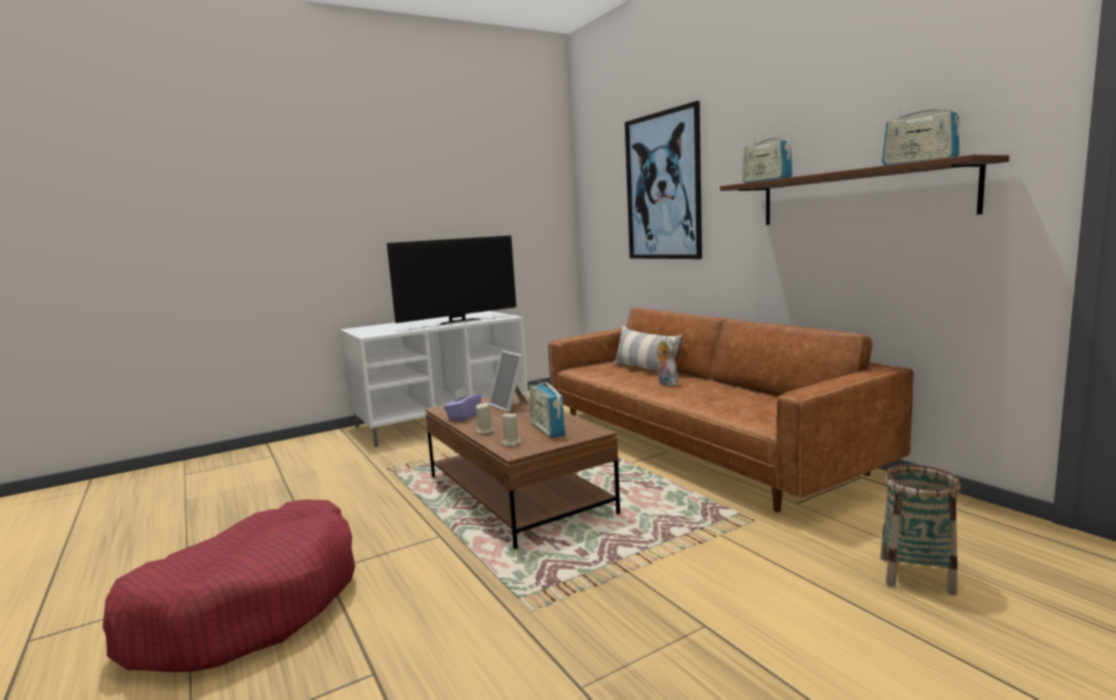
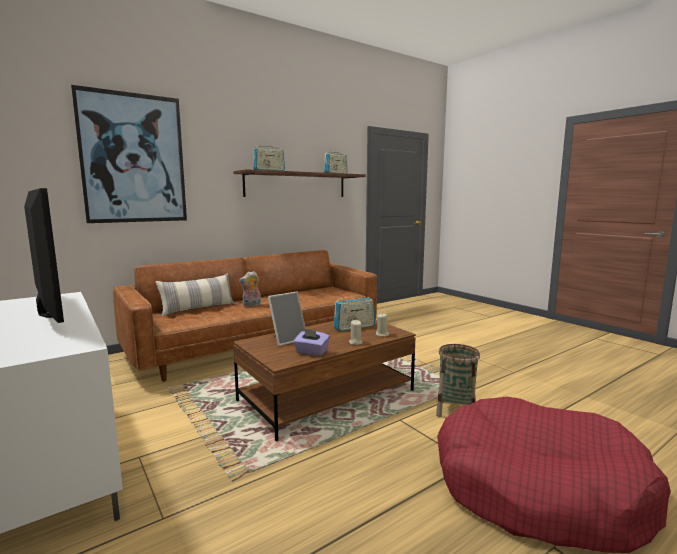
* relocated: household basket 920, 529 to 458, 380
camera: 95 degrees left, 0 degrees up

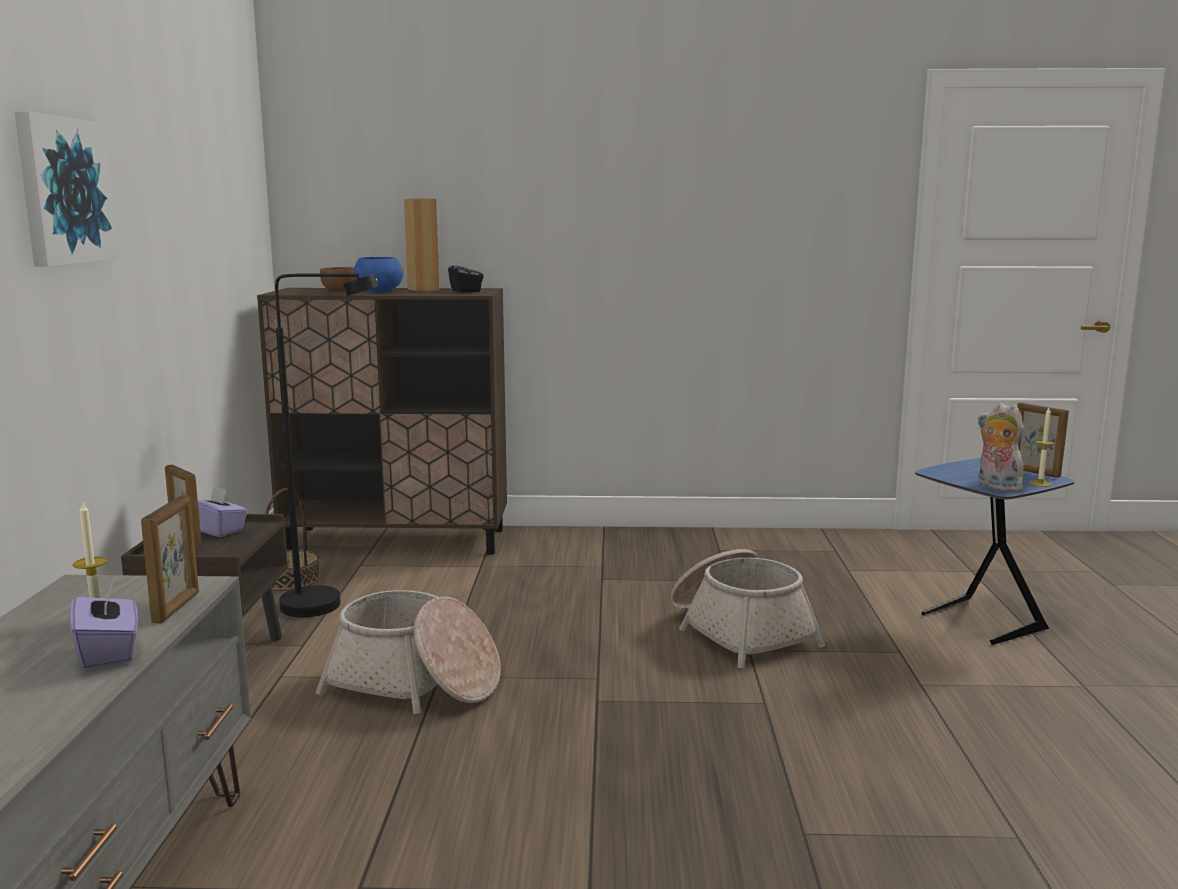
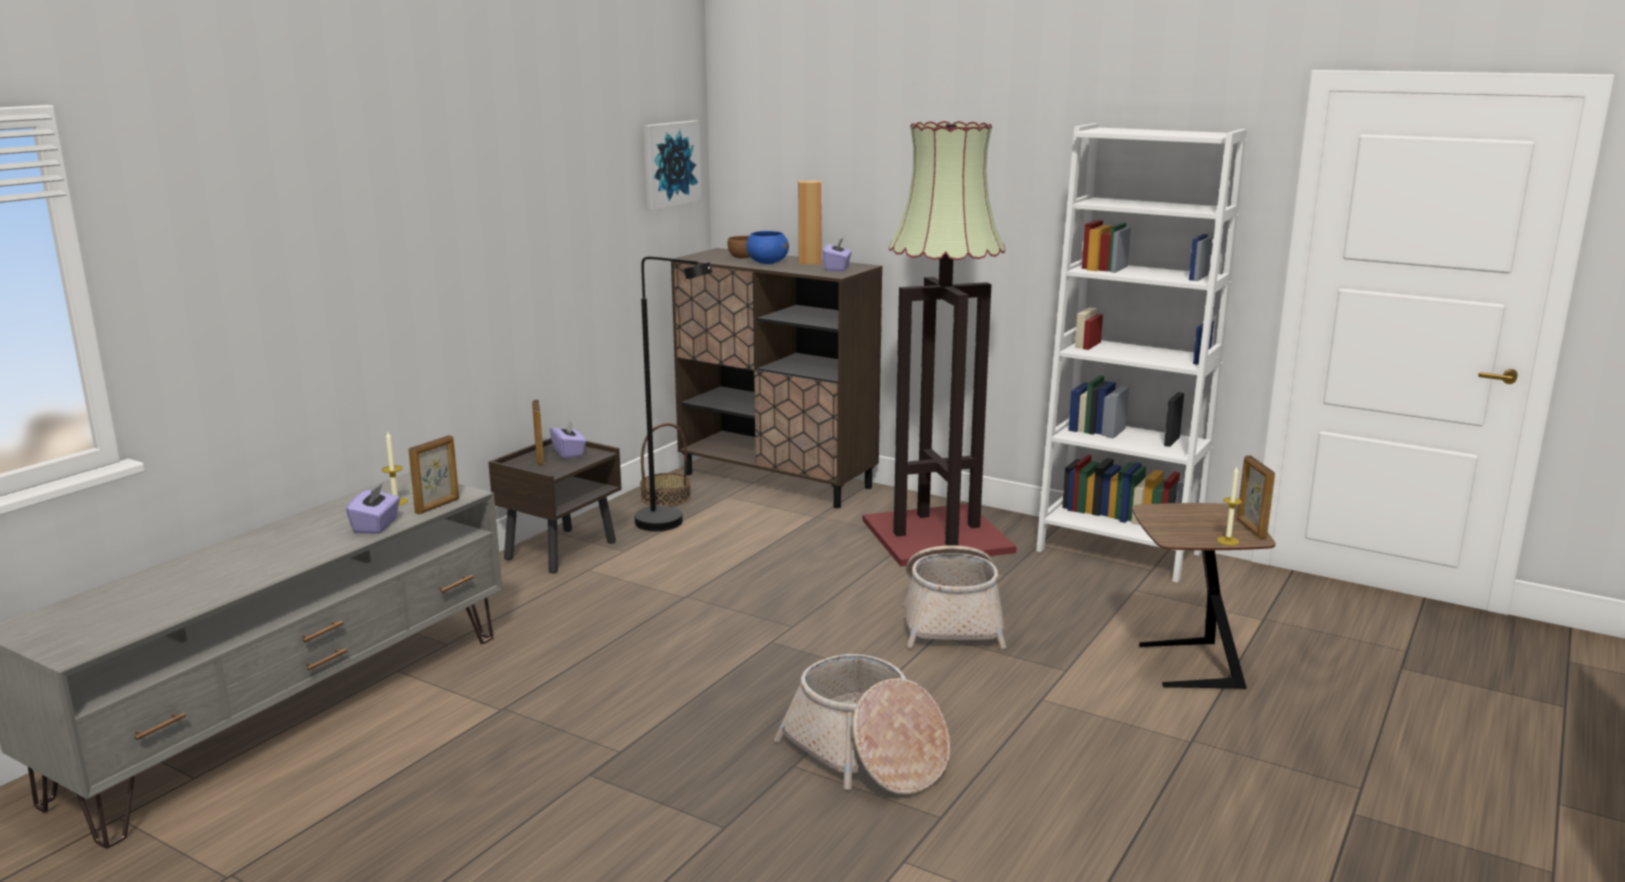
* relocated: wall picture 66, 189 to 673, 165
* relocated: household basket 408, 652 to 862, 724
* colour: box of tissues (black-coloured) 466, 274 to box of tissues (purplish) 837, 254
* colour: side table (blue-coloured) 995, 551 to side table (brown) 1204, 596
* missing: soft toy 1002, 447
* appeared: floor lamp 939, 343
* appeared: shelving unit (white-coloured) 1141, 353
camera: 30 degrees right, 5 degrees up

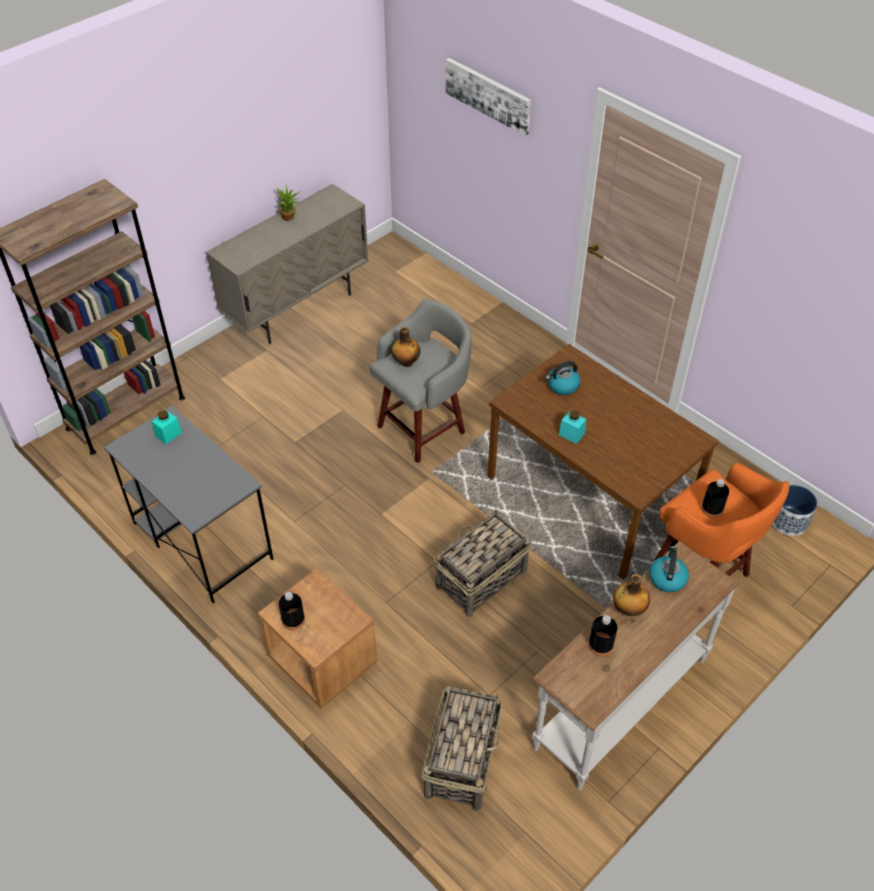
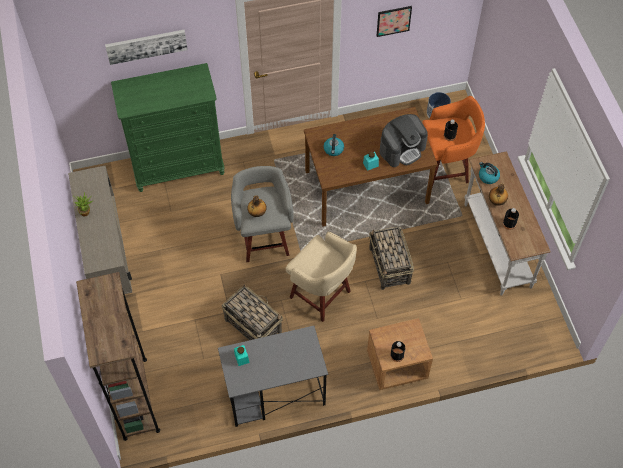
* relocated: household basket 462, 748 to 252, 312
* appeared: drawer chest (green) 168, 127
* appeared: stool (beige-coloured) 321, 277
* appeared: wall picture 394, 21
* appeared: coffee maker 404, 140
camera: 60 degrees left, 10 degrees up

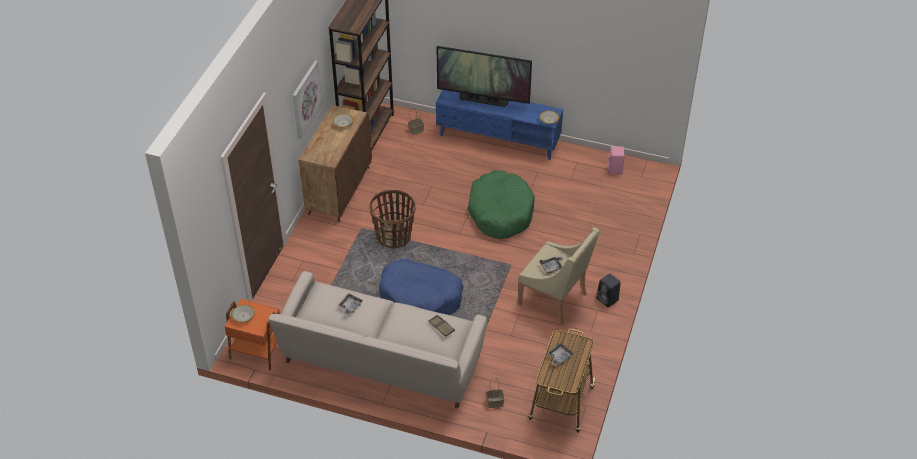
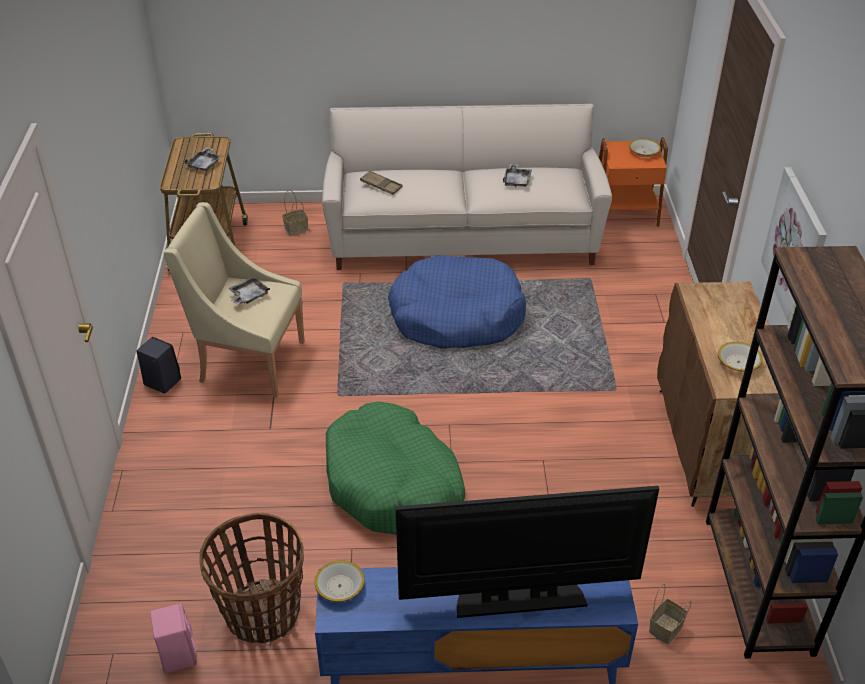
* relocated: household basket 392, 219 to 251, 578
camera: 160 degrees right, 5 degrees down

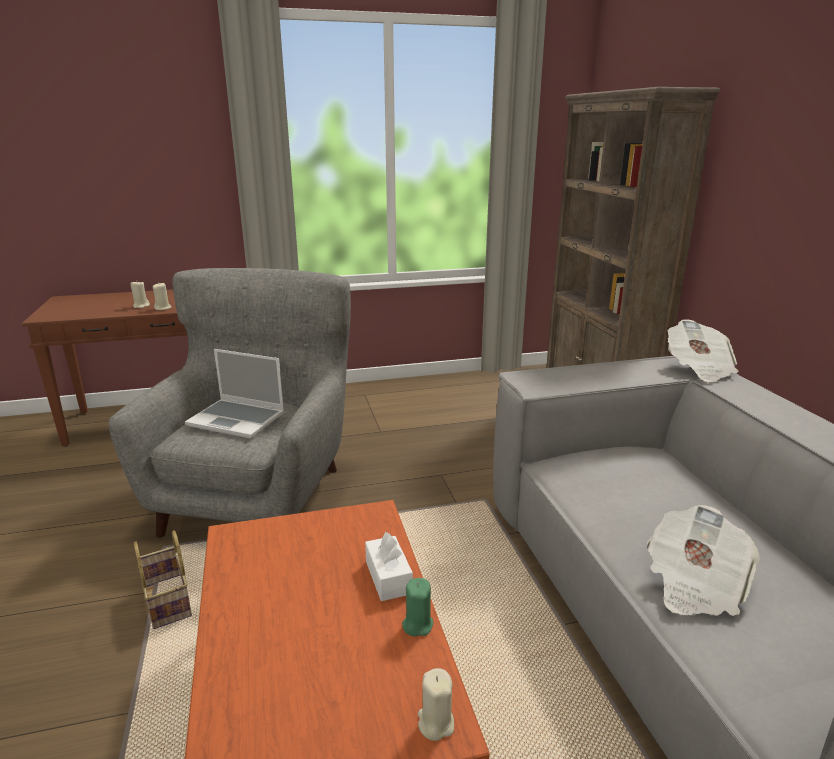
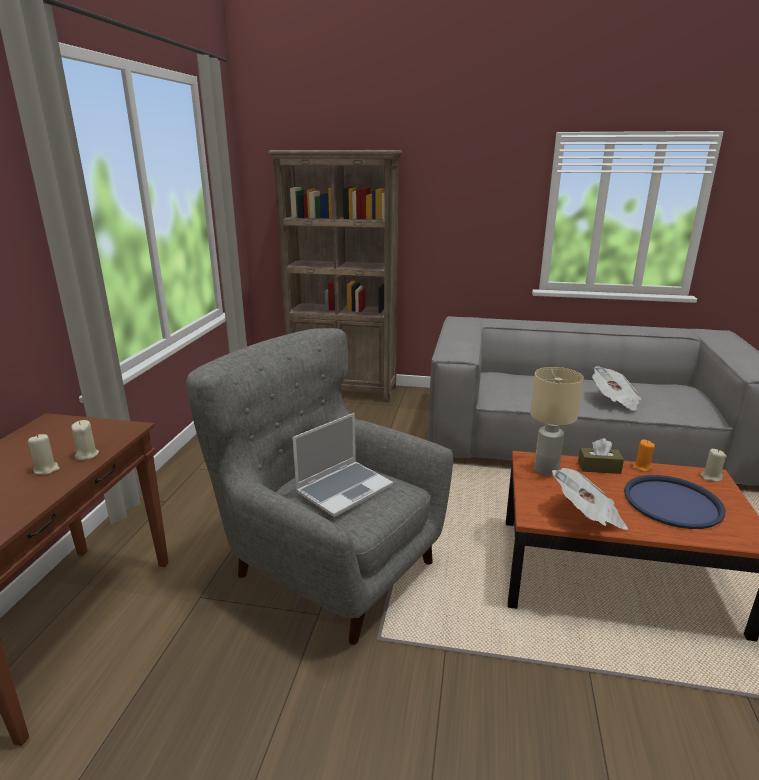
* missing: household basket 163, 579
* colour: box of tissues (white-coloured) 389, 566 to box of tissues (brown) 601, 456
* colour: wax light (green) 417, 607 to wax light (orangey) 643, 455
* relocated: newspaper 703, 350 to 590, 499
* appeared: lamp for a table (beige-coloured) 557, 421
* appeared: tray (blue-coloured) 675, 502
camera: 65 degrees left, 0 degrees up

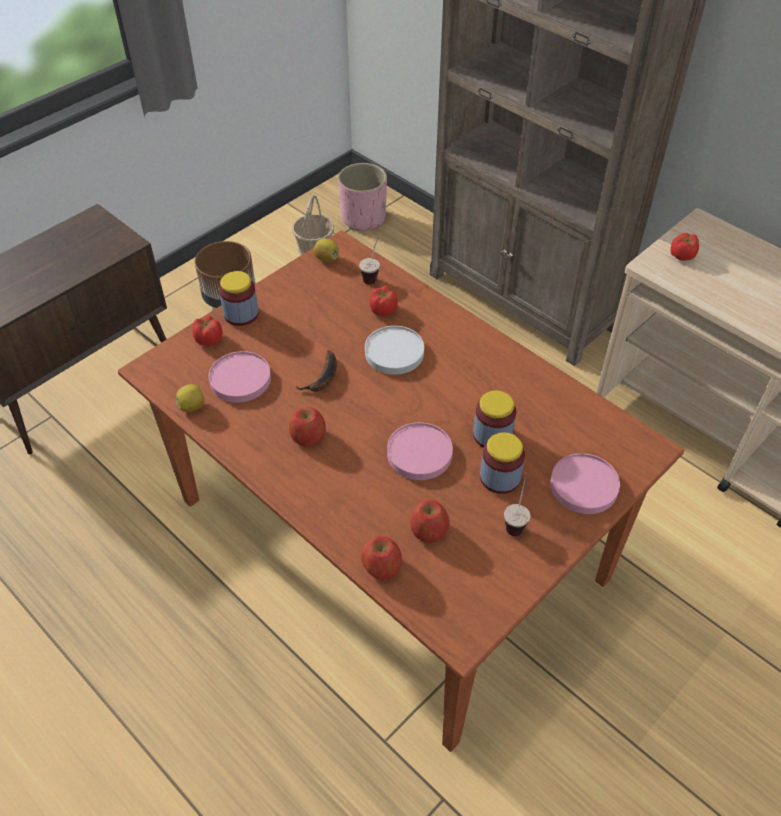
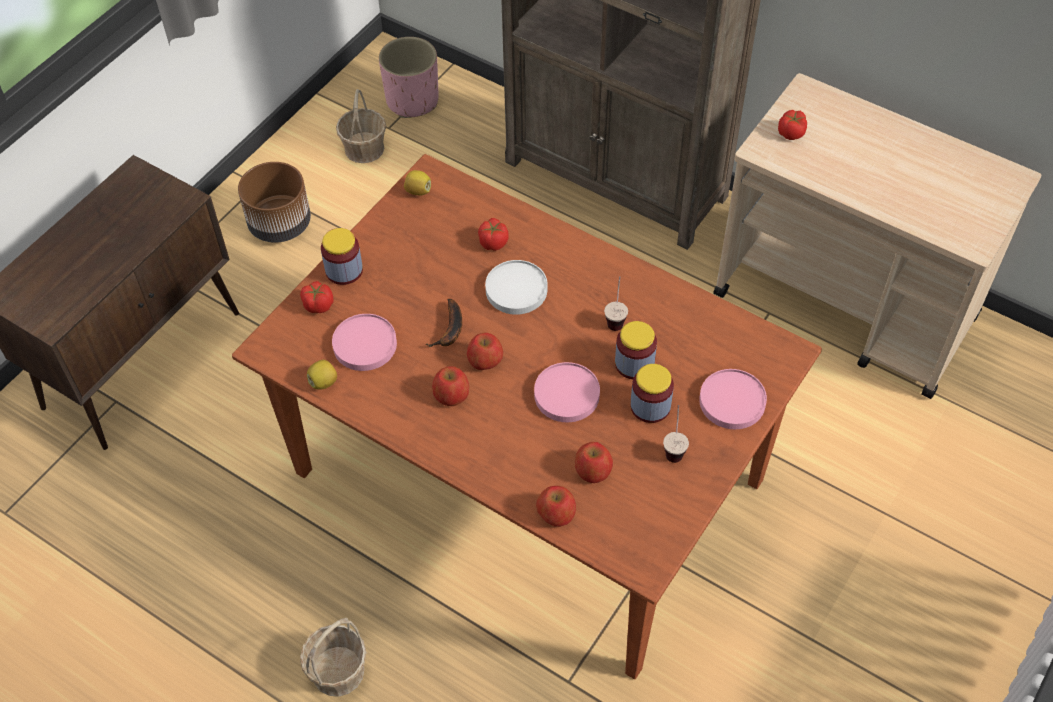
* relocated: small cup 369, 260 to 616, 303
* appeared: household basket 333, 657
* appeared: apple fruit 485, 351
camera: 10 degrees left, 5 degrees up

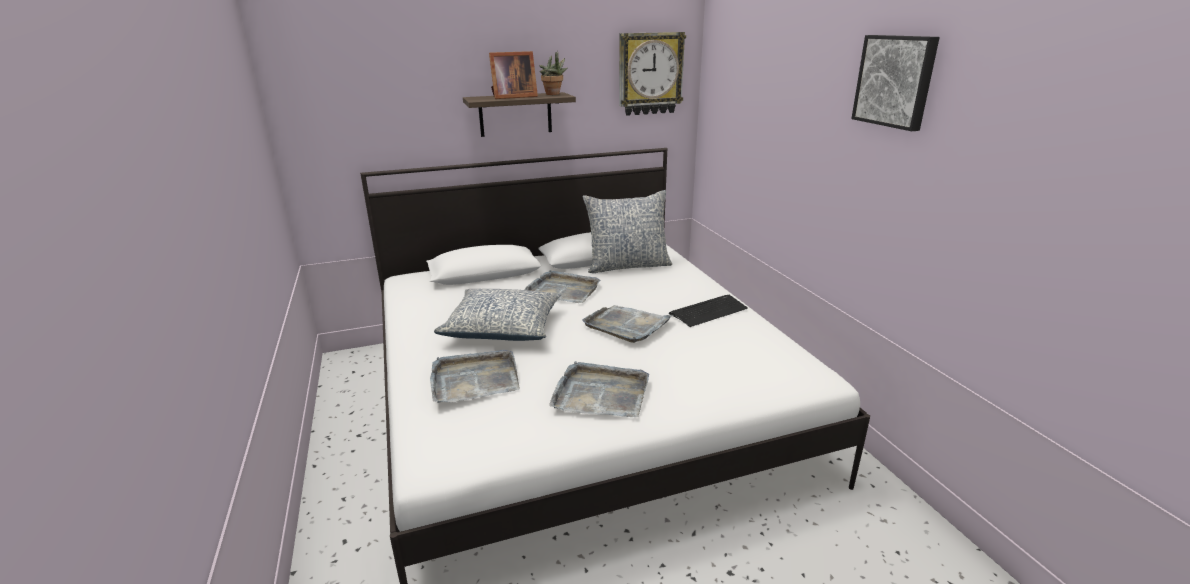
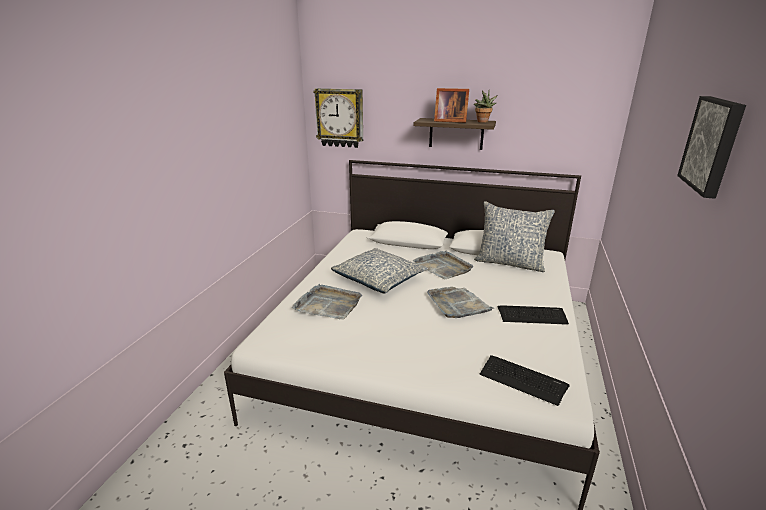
* missing: tray (gray) 599, 389
* relocated: hanging clock 652, 74 to 338, 118
* appeared: computer keyboard 525, 380
camera: 35 degrees right, 0 degrees up

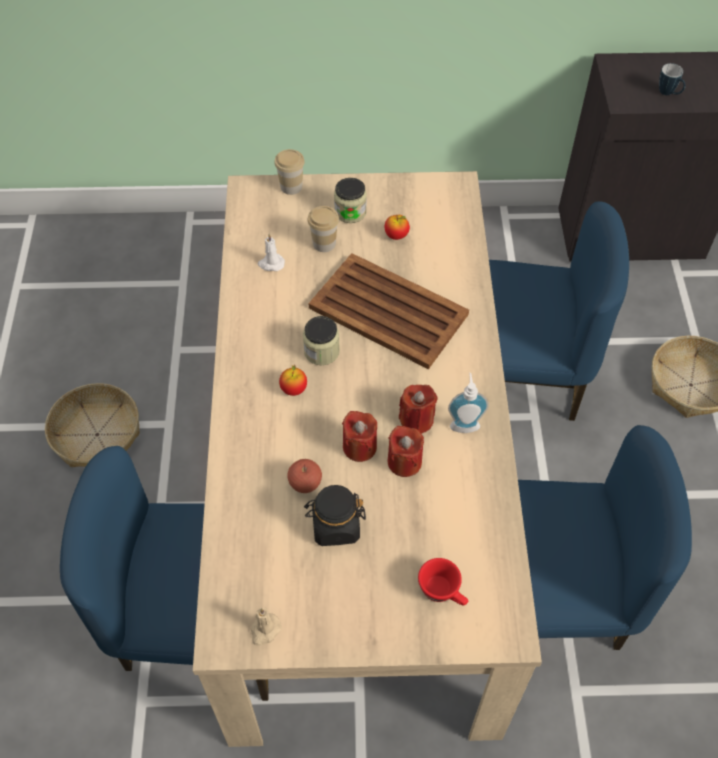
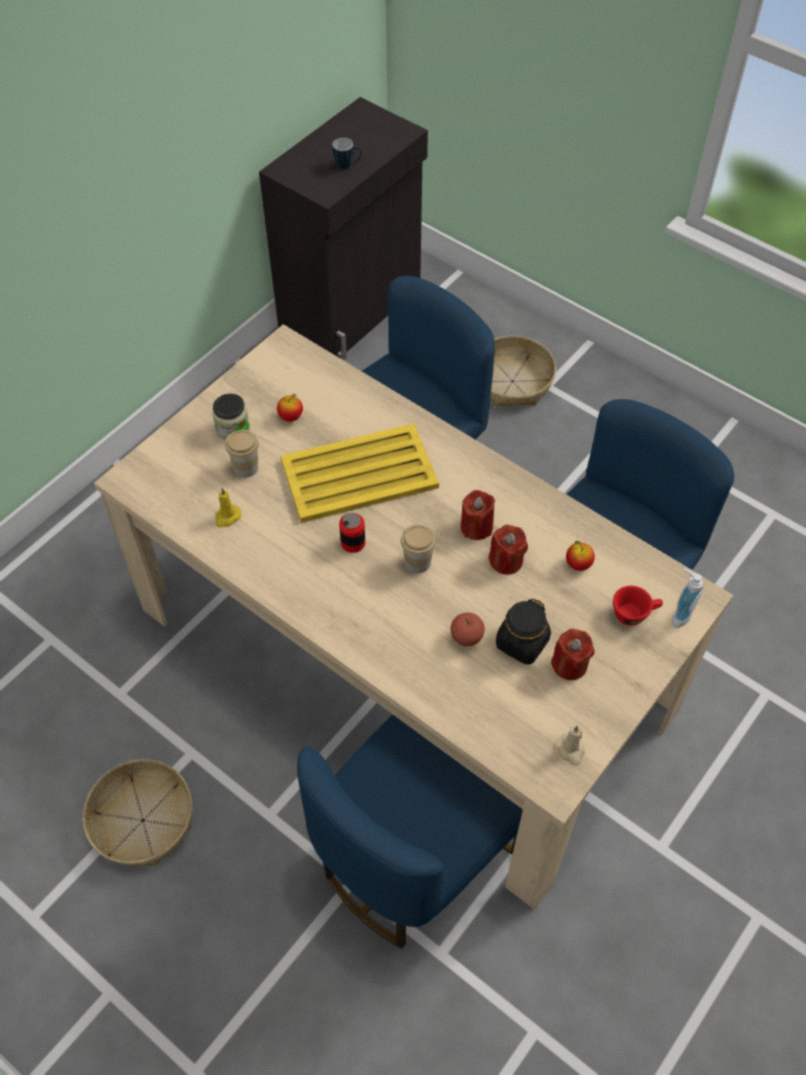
* colour: wax light (white-coloured) 271, 252 to wax light (yellowish) 228, 507
* relocated: small cup 289, 172 to 418, 548
* relocated: apple fruit 293, 380 to 580, 556
* exchanged: preserve jar 321, 340 to can 352, 533
* colour: tray (brown) 389, 311 to tray (yellowish) 359, 473
* relocated: wax light (red) 359, 436 to 573, 654
* relocated: soap bottle 468, 403 to 687, 598
camera: 50 degrees left, 0 degrees up

